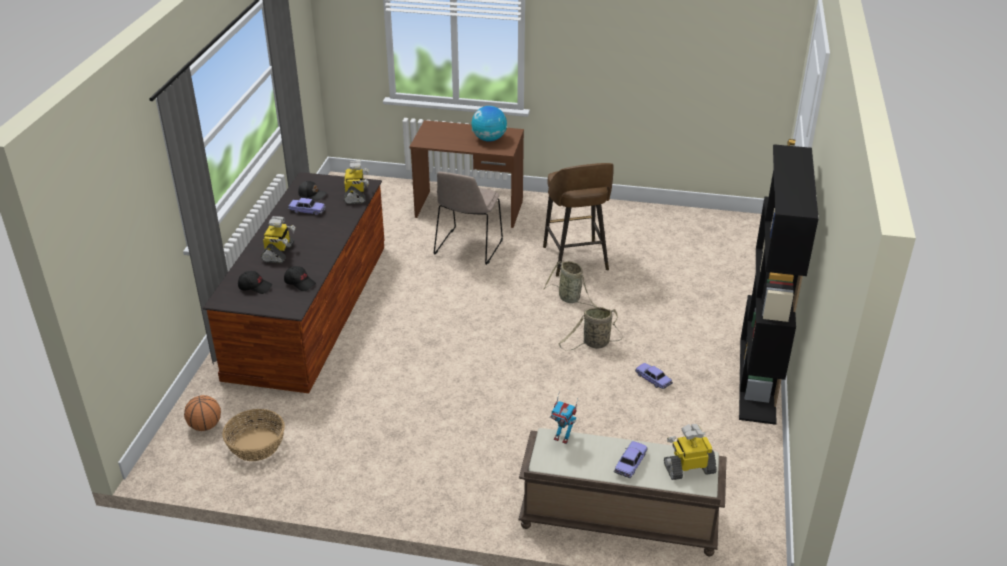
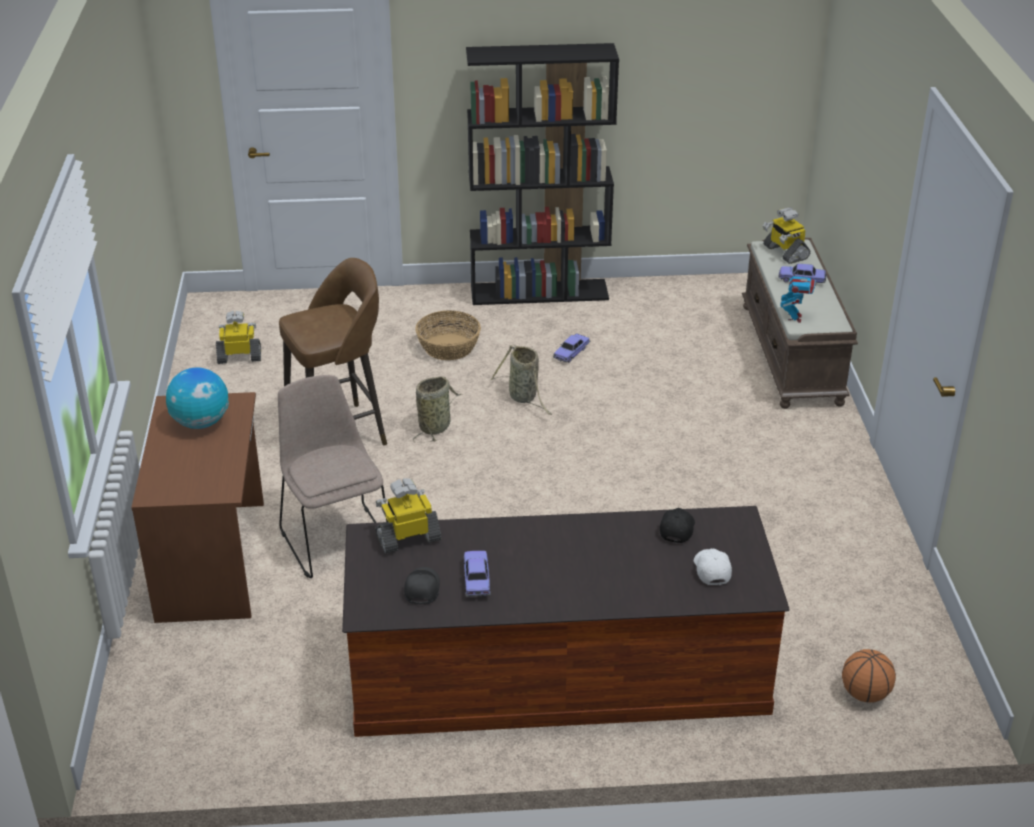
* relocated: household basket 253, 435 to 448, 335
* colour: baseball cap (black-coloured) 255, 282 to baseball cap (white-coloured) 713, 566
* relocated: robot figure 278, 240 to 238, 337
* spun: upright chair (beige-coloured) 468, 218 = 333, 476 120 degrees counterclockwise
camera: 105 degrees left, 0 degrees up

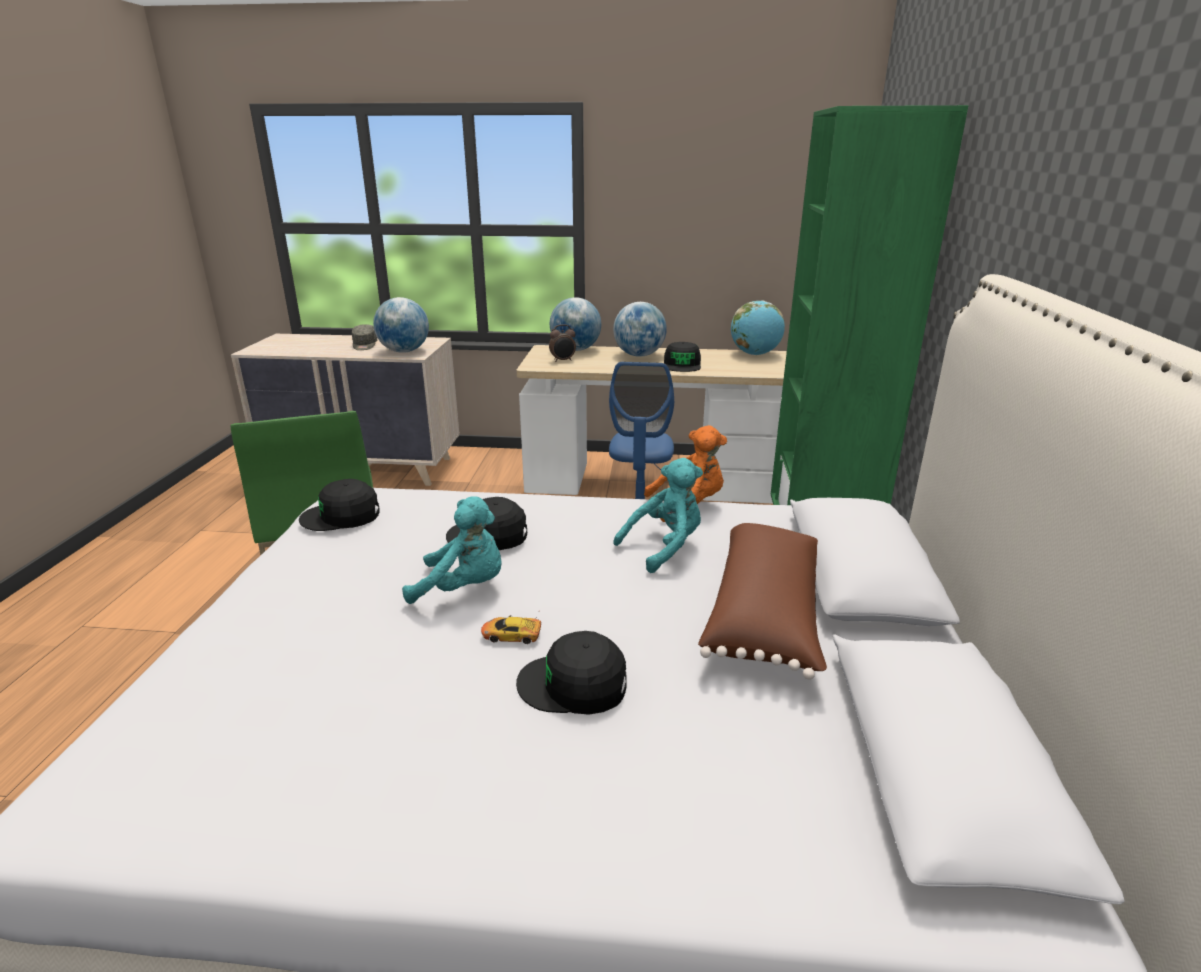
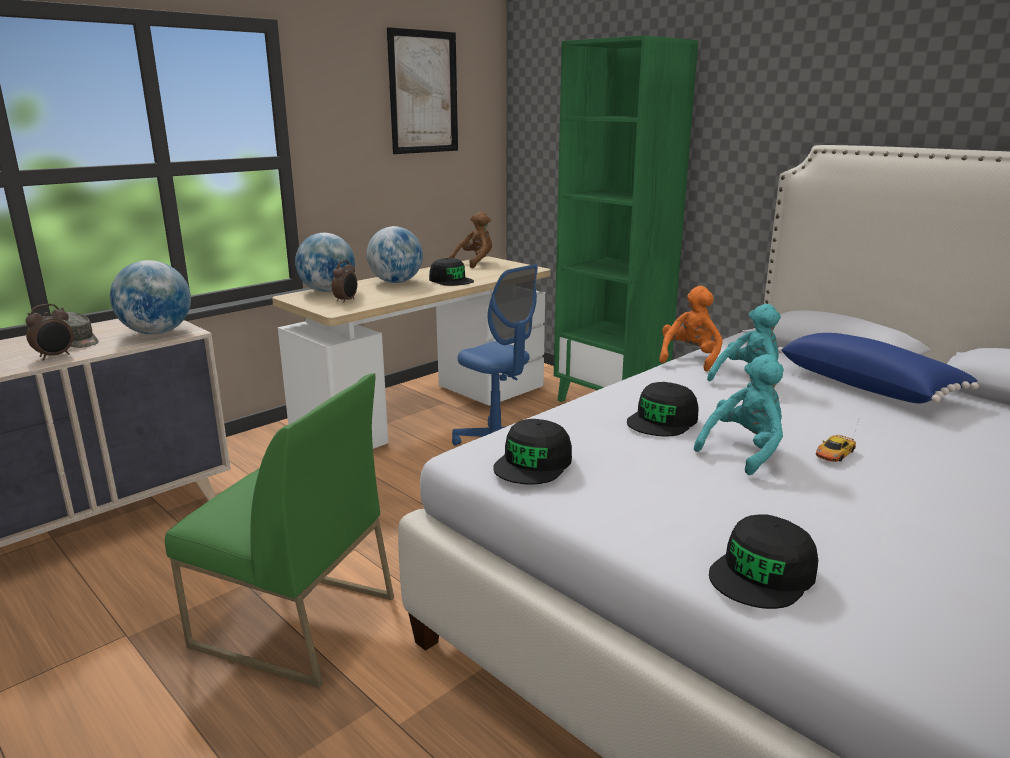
* relocated: baseball cap (black-coloured) 571, 673 to 763, 561
* spun: soft toy (turquoise-coloured) 658, 515 = 744, 345 45 degrees clockwise
* colour: pillow (brown) 762, 601 to pillow (blue-coloured) 878, 368
* exchanged: globe 758, 327 to soft toy (brown) 470, 240
* appeared: bedside clock 49, 332
* appeared: wall picture 422, 90
camera: 50 degrees left, 5 degrees down

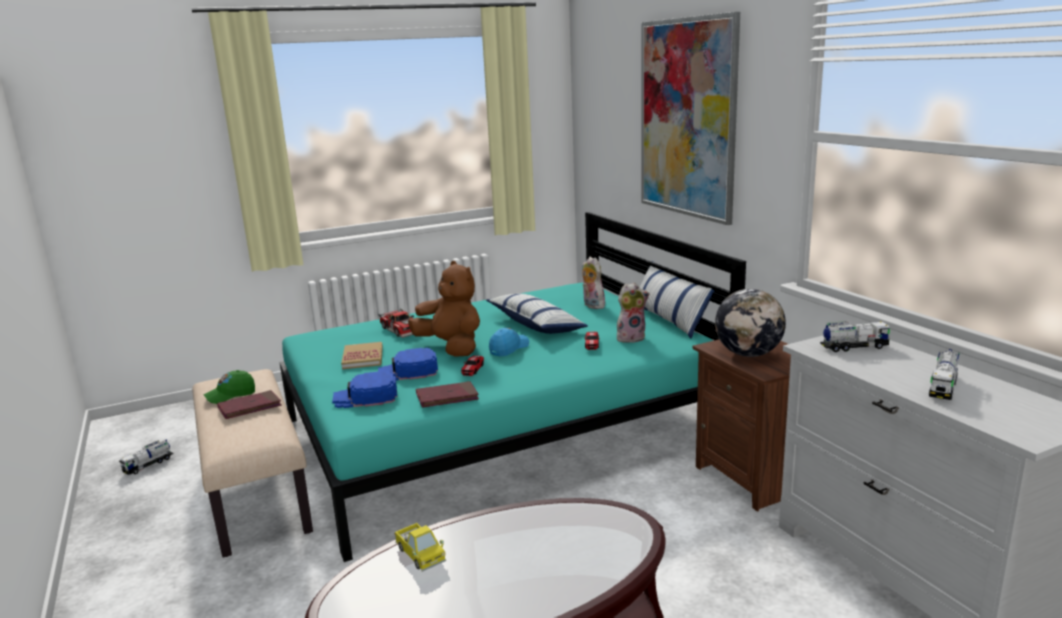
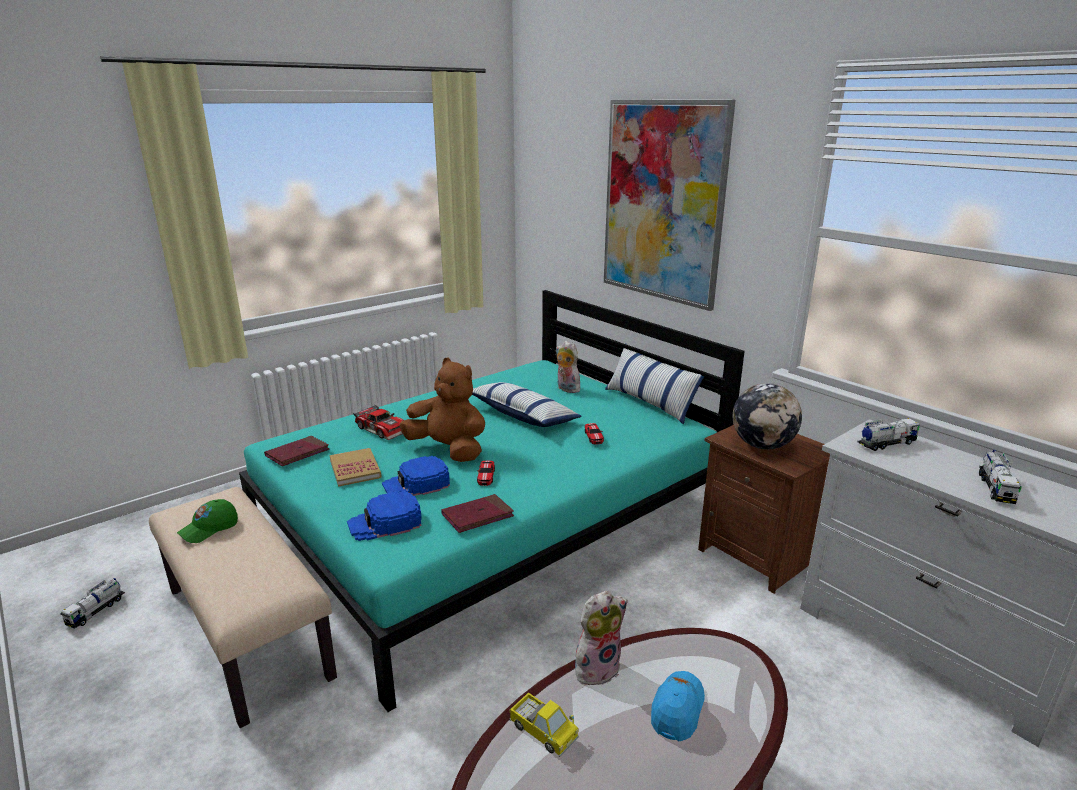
* relocated: volume (red) 249, 404 to 296, 451
* relocated: baseball cap (blue-coloured) 509, 342 to 678, 706
* relocated: soft toy 633, 313 to 601, 638
camera: 15 degrees left, 5 degrees up

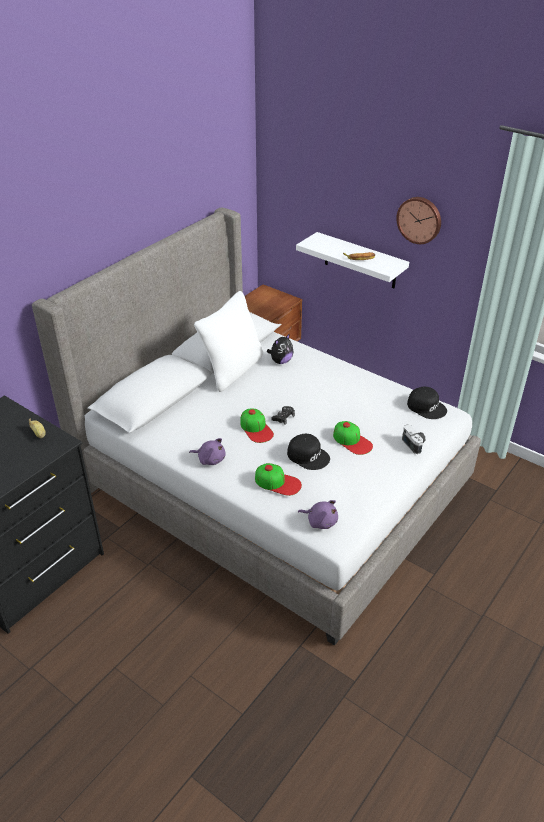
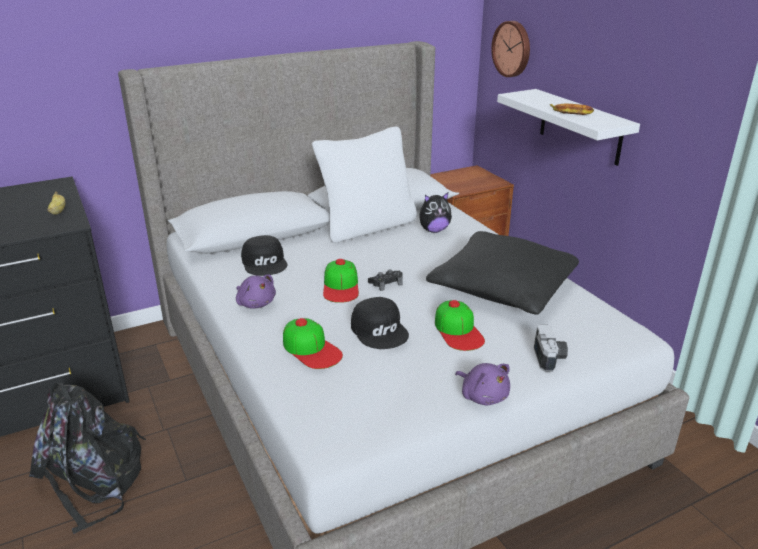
* relocated: soft toy (purplish) 318, 514 to 482, 384
* relocated: hanging clock 418, 220 to 510, 49
* relocated: baseball cap (black-coloured) 427, 403 to 264, 255
* appeared: rucksack (black-coloured) 87, 458
* appeared: pillow (black-coloured) 502, 273
camera: 25 degrees right, 10 degrees down

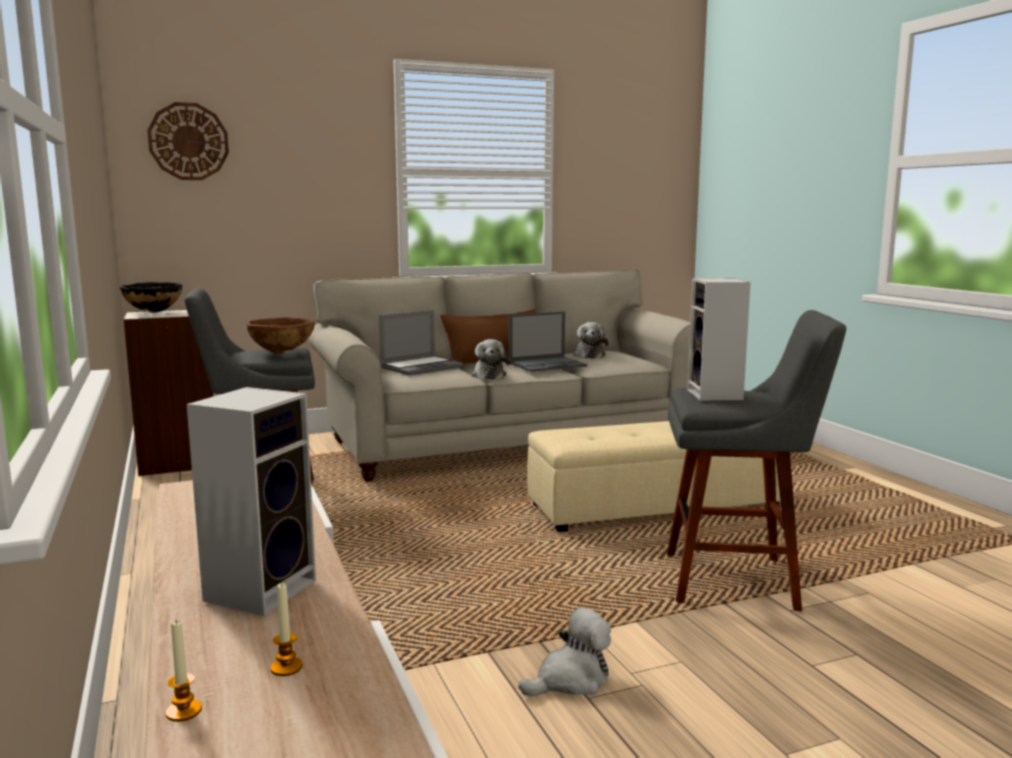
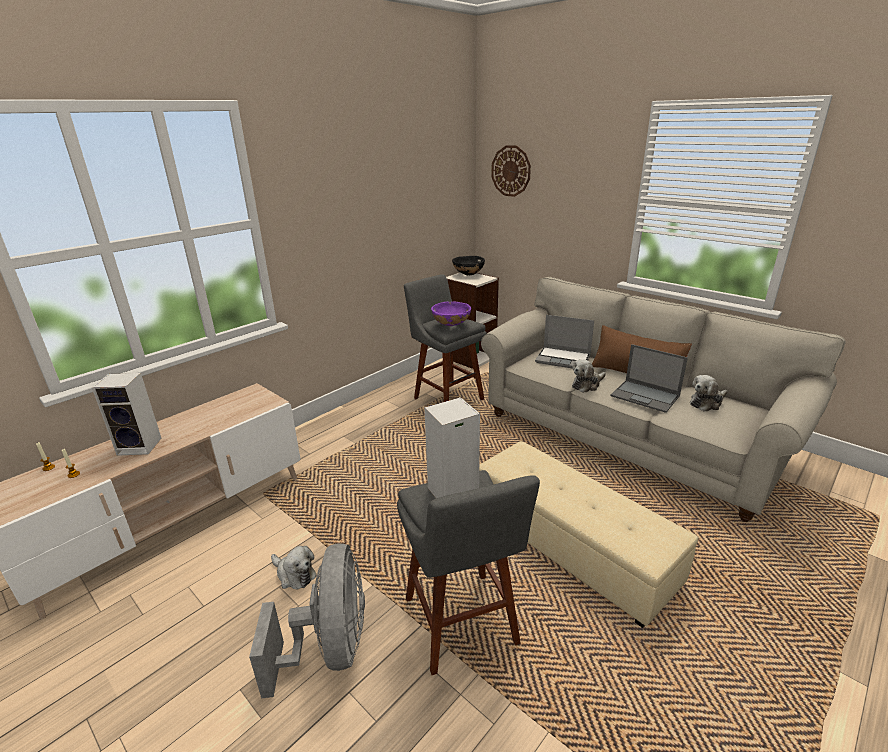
* colour: serving bowl (brown) 281, 335 to serving bowl (purplish) 451, 314
* appeared: cooling fan (gray) 307, 621
camera: 65 degrees right, 15 degrees up

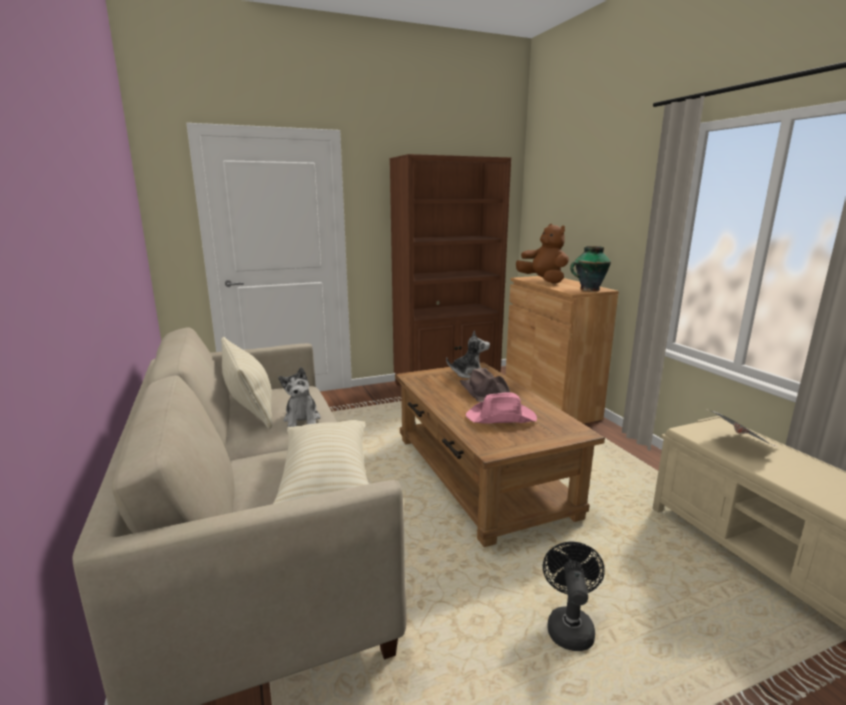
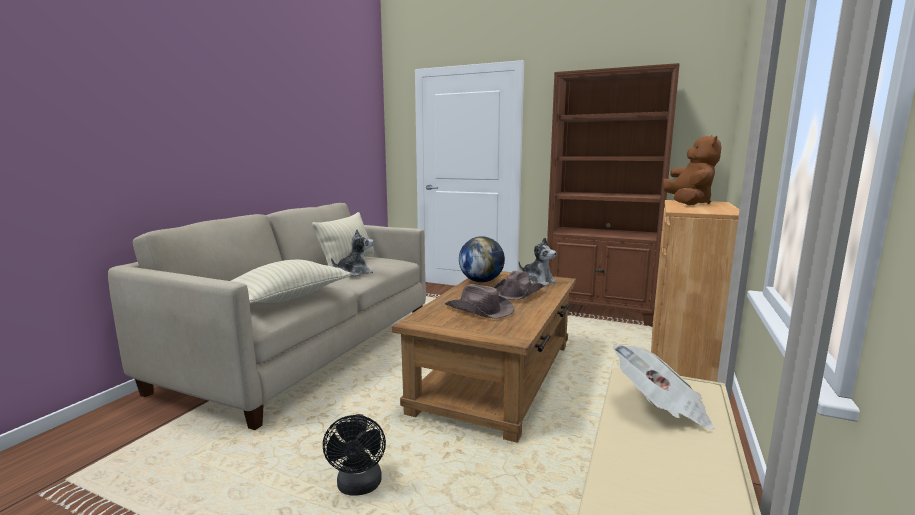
* spun: soft toy 300, 397 = 352, 252 150 degrees counterclockwise
* colour: hat (pink-coloured) 501, 408 to hat (brown) 479, 301
* spun: cooling fan (black-coloured) 574, 596 = 354, 455 120 degrees clockwise
* missing: flower vase 590, 268
* appeared: globe 482, 259
camera: 45 degrees right, 5 degrees down

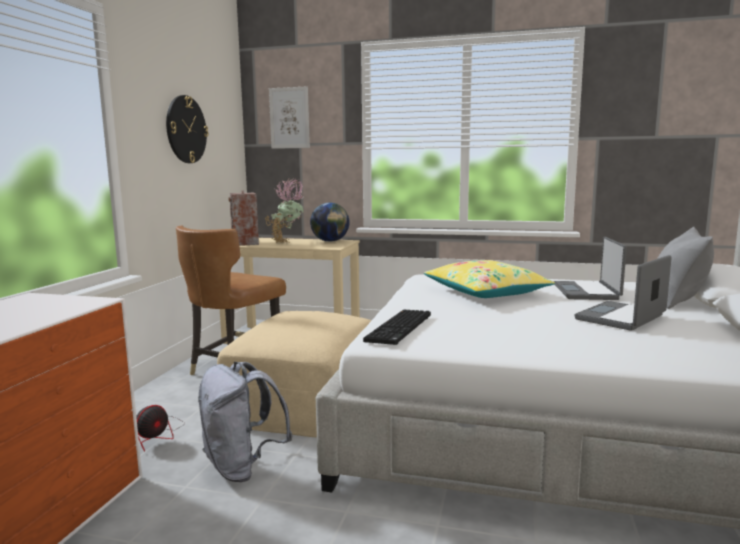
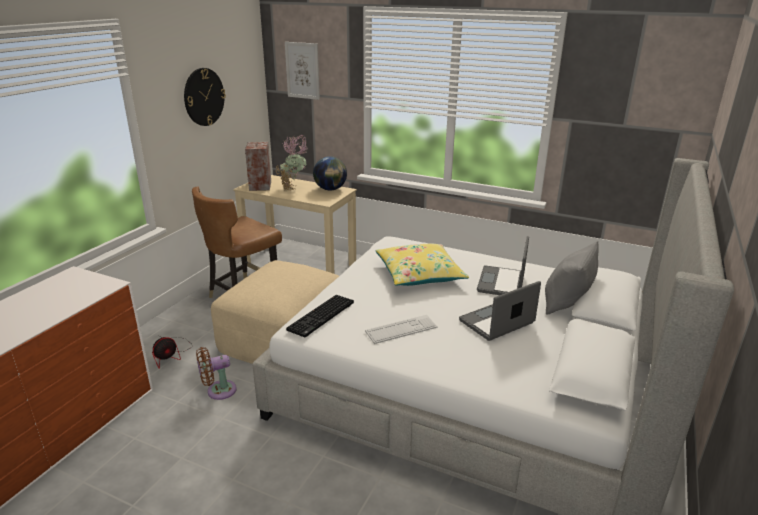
* exchanged: rucksack (gray) 245, 422 to cooling fan (brown) 216, 373
* appeared: computer keyboard 401, 329
camera: 10 degrees right, 15 degrees up

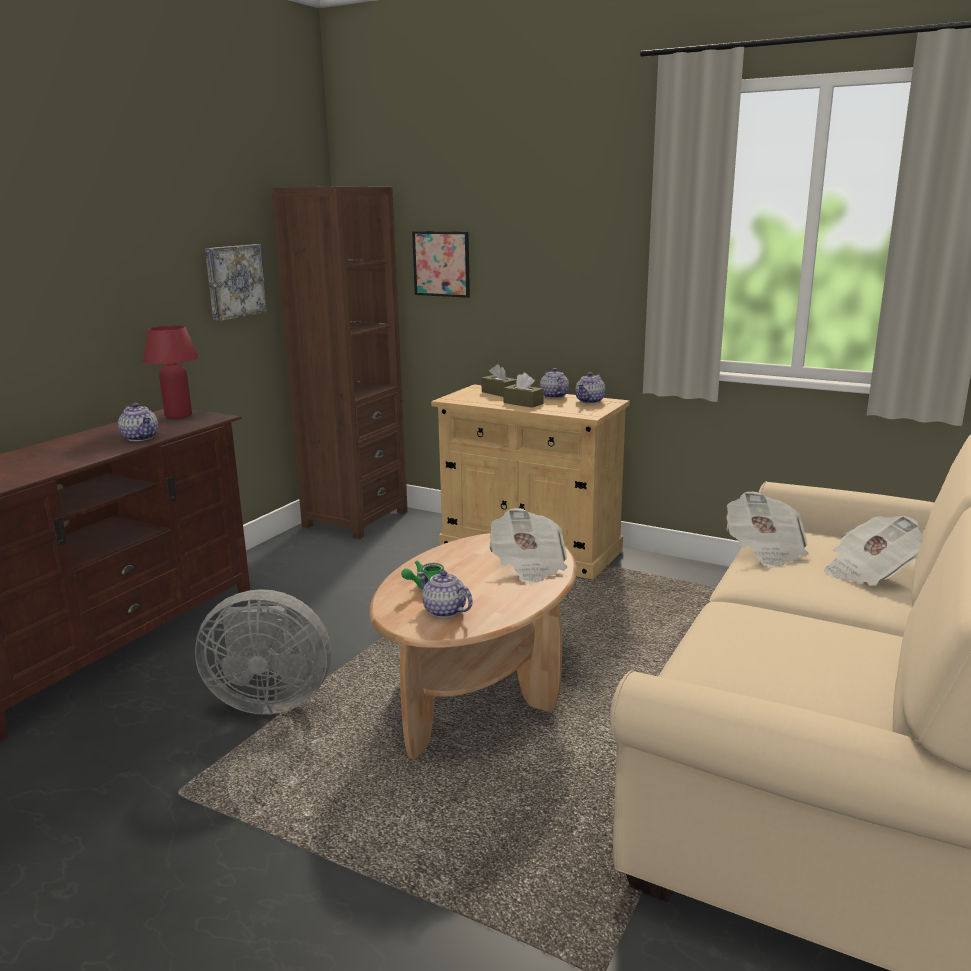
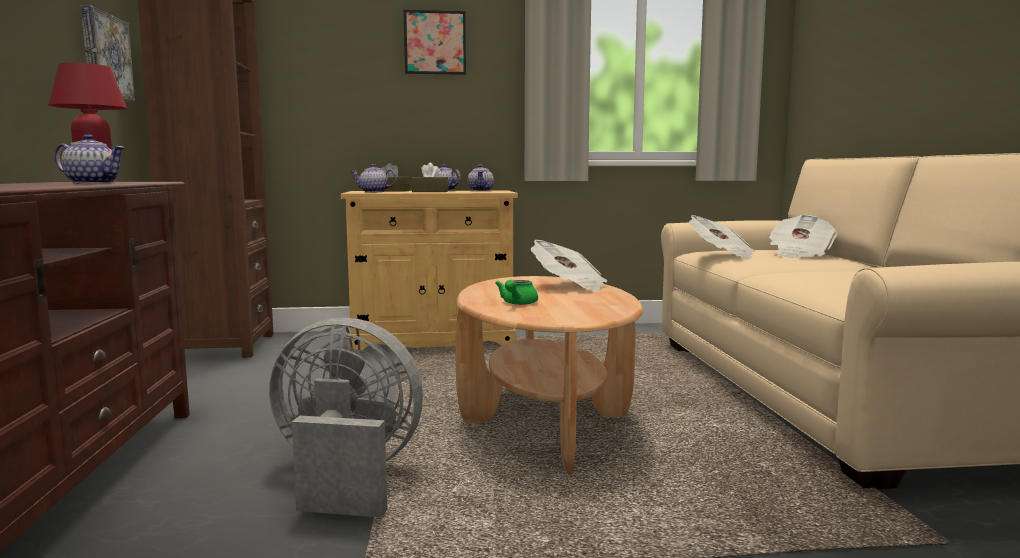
* spun: cooling fan (gray) 263, 652 = 346, 418 135 degrees counterclockwise
* relocated: wall picture 441, 264 to 435, 42
* relocated: teapot 444, 594 to 374, 178
camera: 35 degrees left, 10 degrees down

